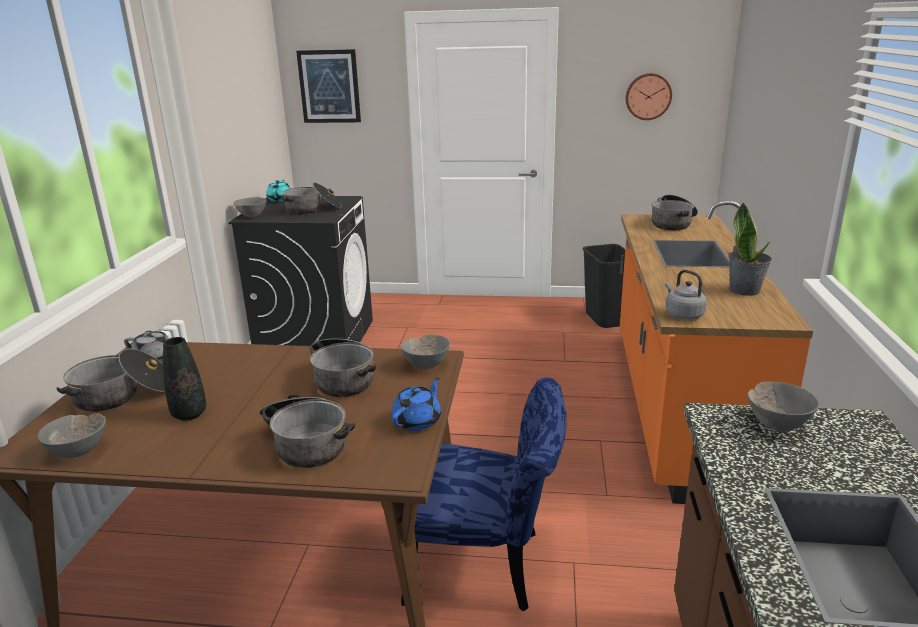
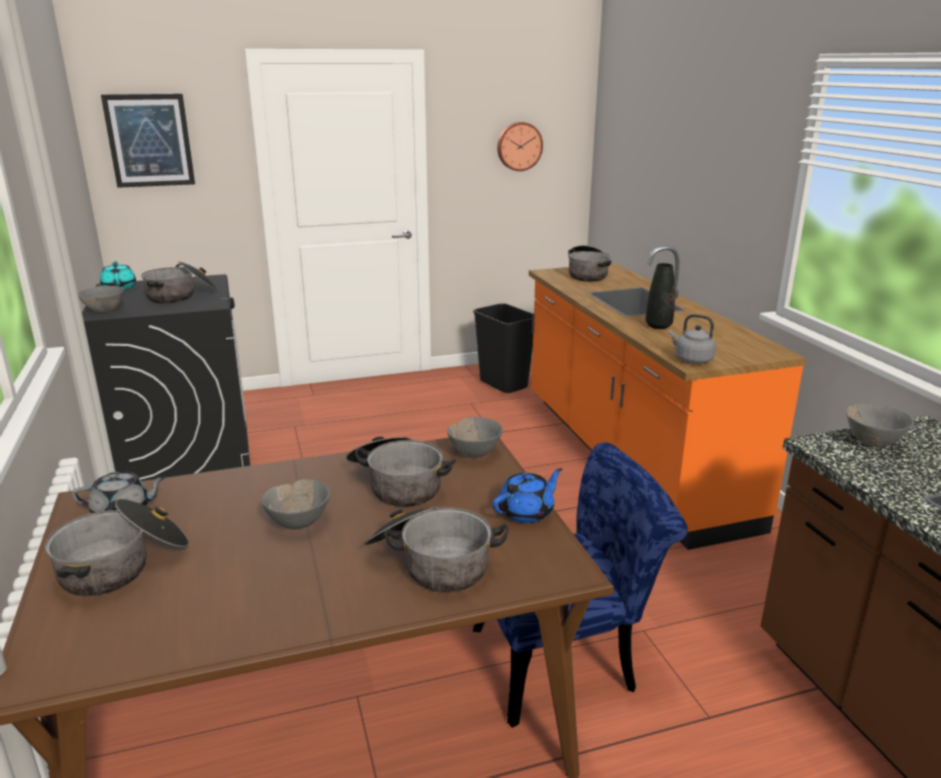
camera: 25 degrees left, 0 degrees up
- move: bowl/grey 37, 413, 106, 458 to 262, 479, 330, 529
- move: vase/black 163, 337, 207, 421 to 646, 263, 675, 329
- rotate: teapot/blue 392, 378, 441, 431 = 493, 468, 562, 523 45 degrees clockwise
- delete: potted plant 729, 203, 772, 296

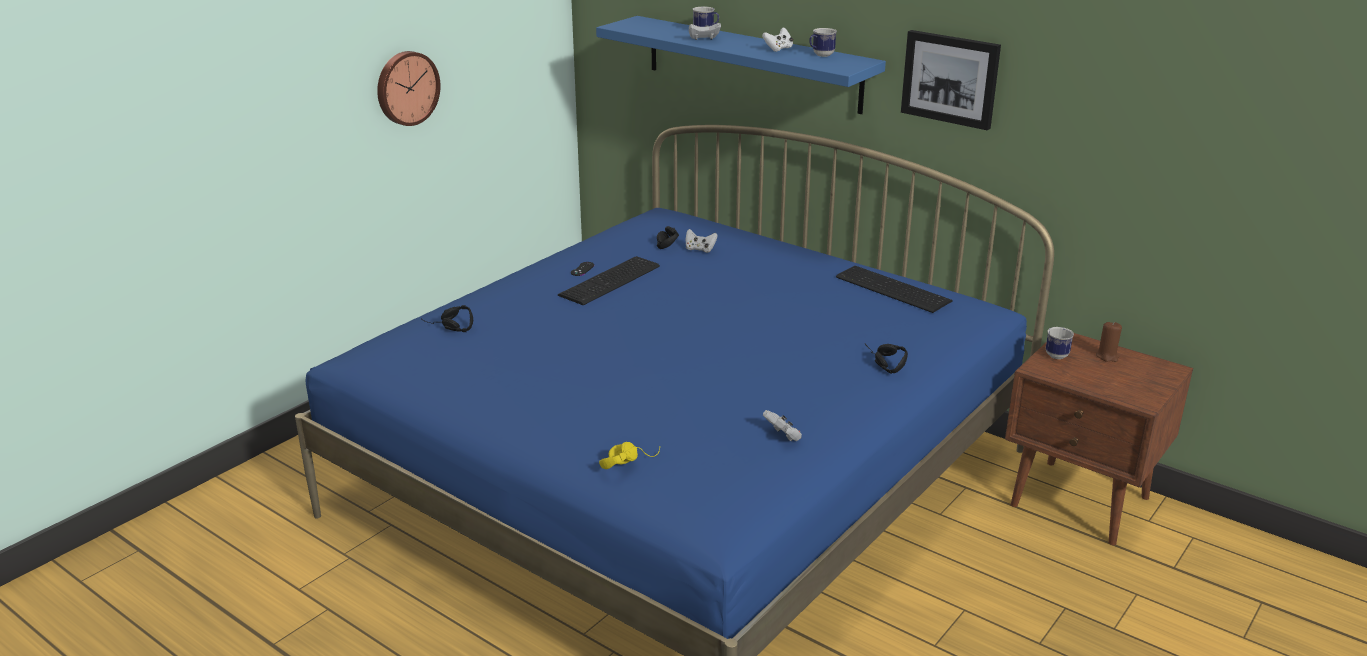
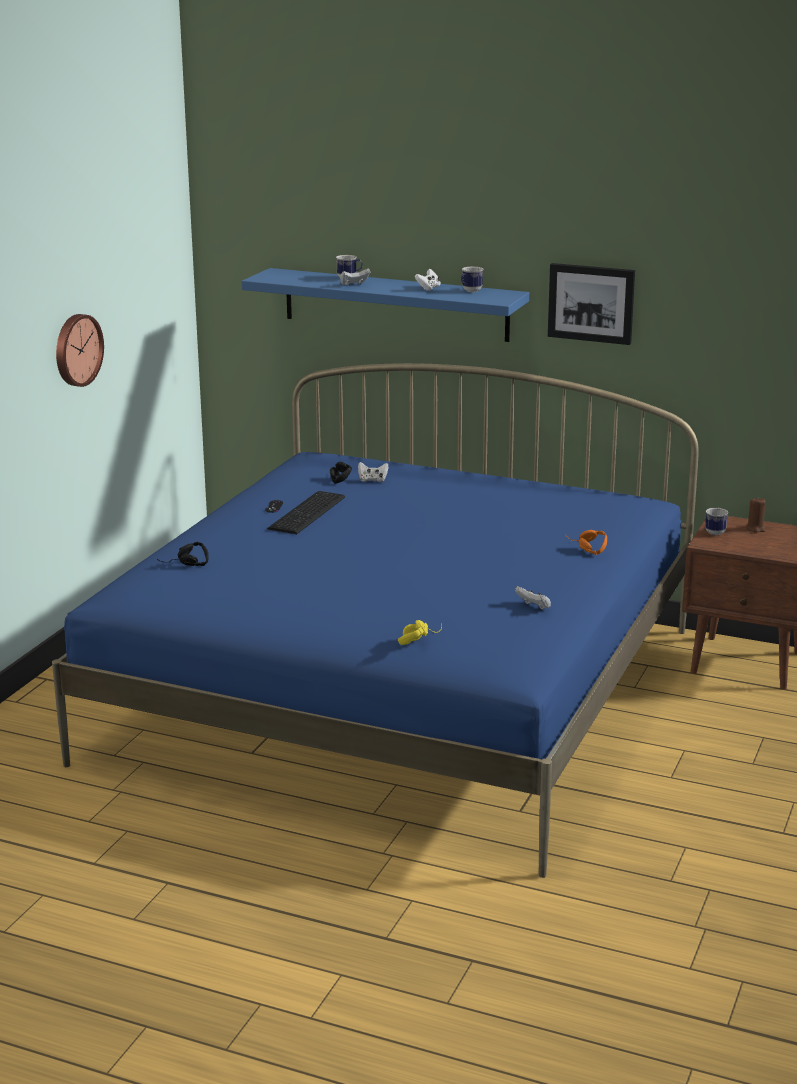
camera: 15 degrees left, 5 degrees down
- delete: keyboard 836, 266, 953, 313
- recolor: headphones/black 865, 344, 908, 374 to headphones/orange 565, 530, 607, 555

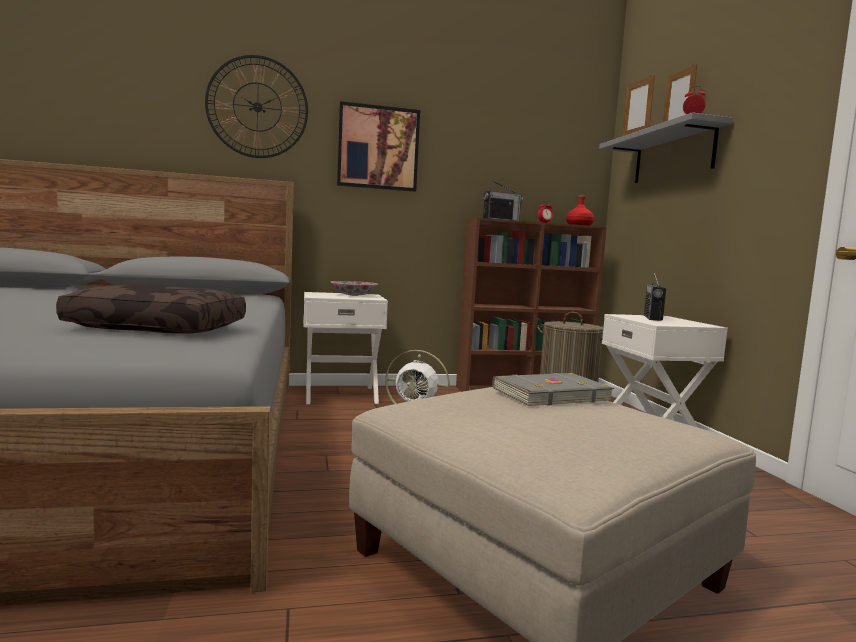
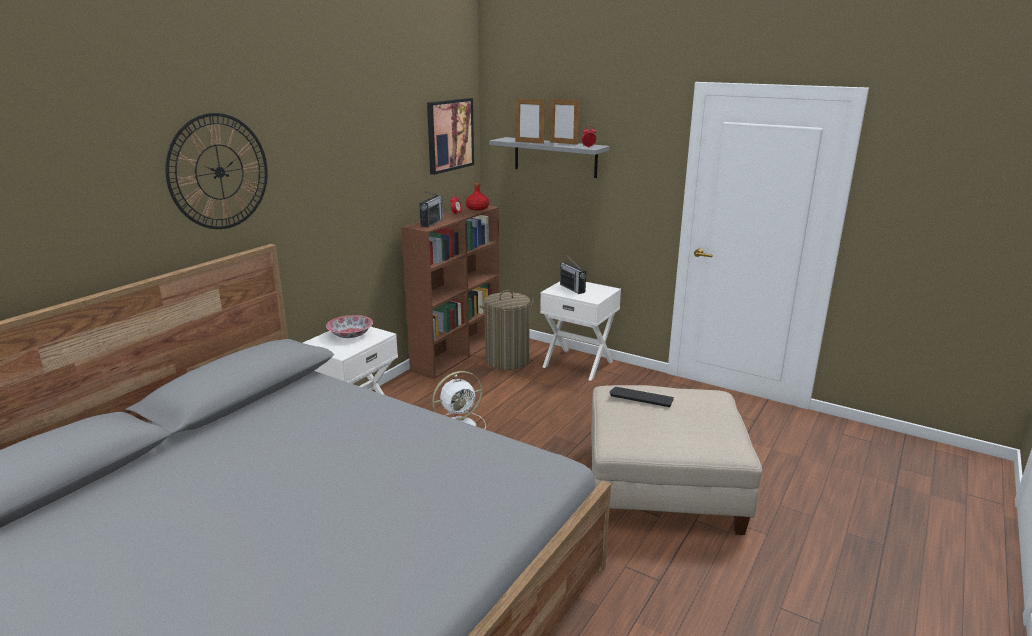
camera: 45 degrees left, 15 degrees up
- delete: pillow/brown 56, 284, 246, 334
- move: picture 337, 101, 420, 192 to 427, 98, 474, 175
- replace: book/grey 492, 373, 614, 406 to keyboard 610, 387, 674, 407

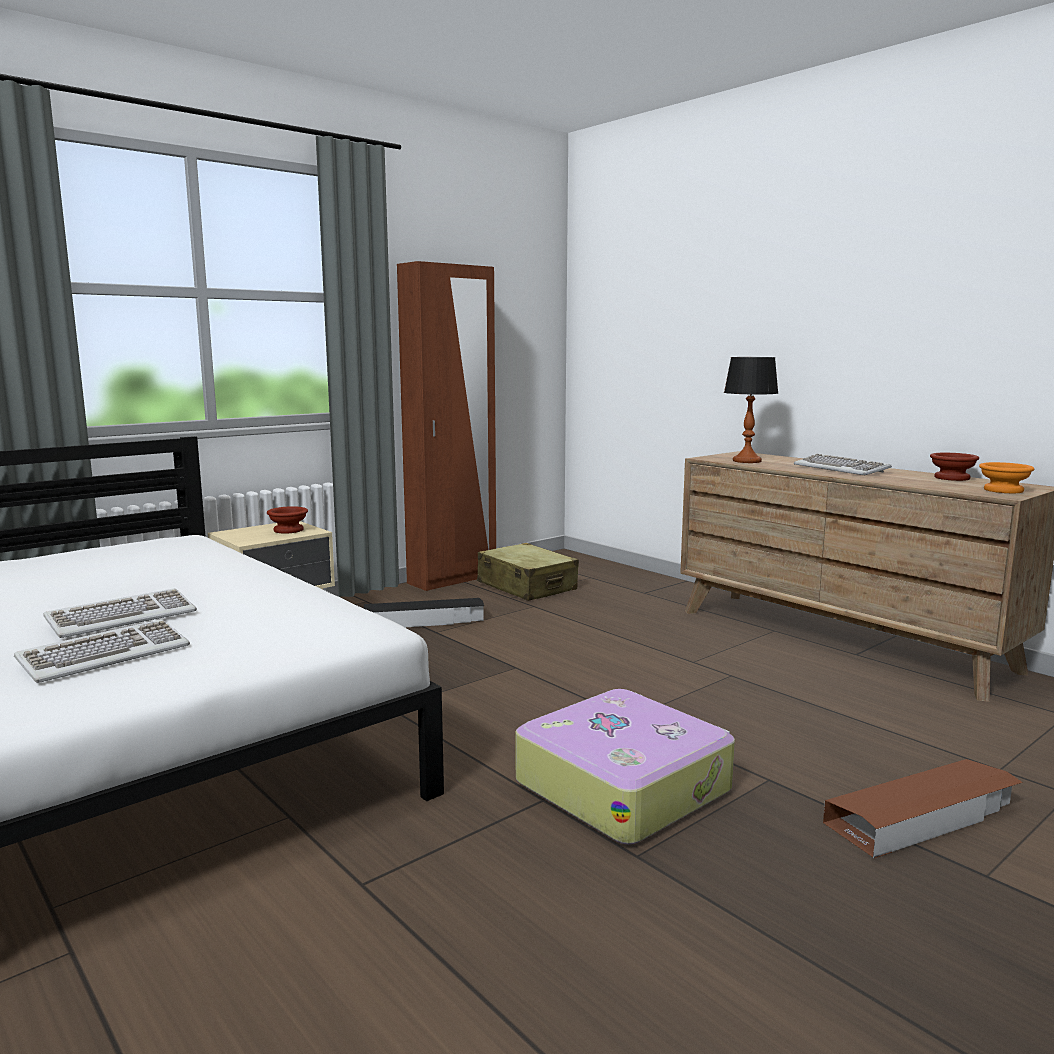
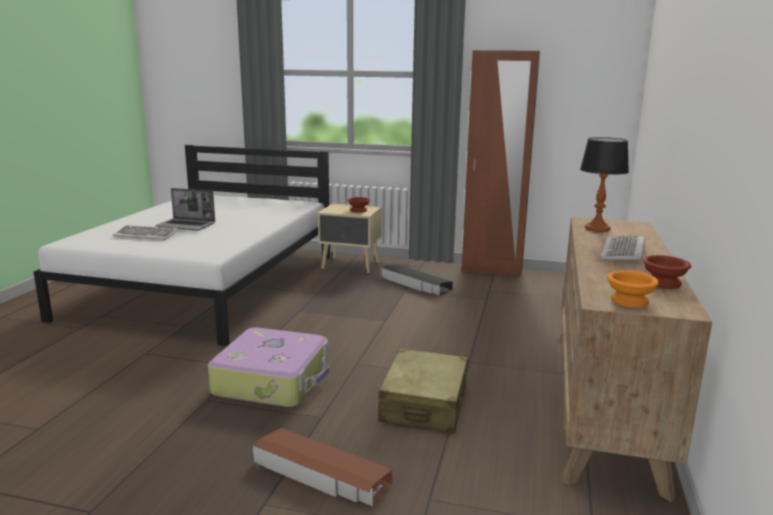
camera: 55 degrees right, 5 degrees up
- replace: keyboard 43, 588, 197, 638 to laptop 155, 188, 215, 231
- move: suitcase/beige 477, 543, 579, 601 to 379, 348, 468, 434

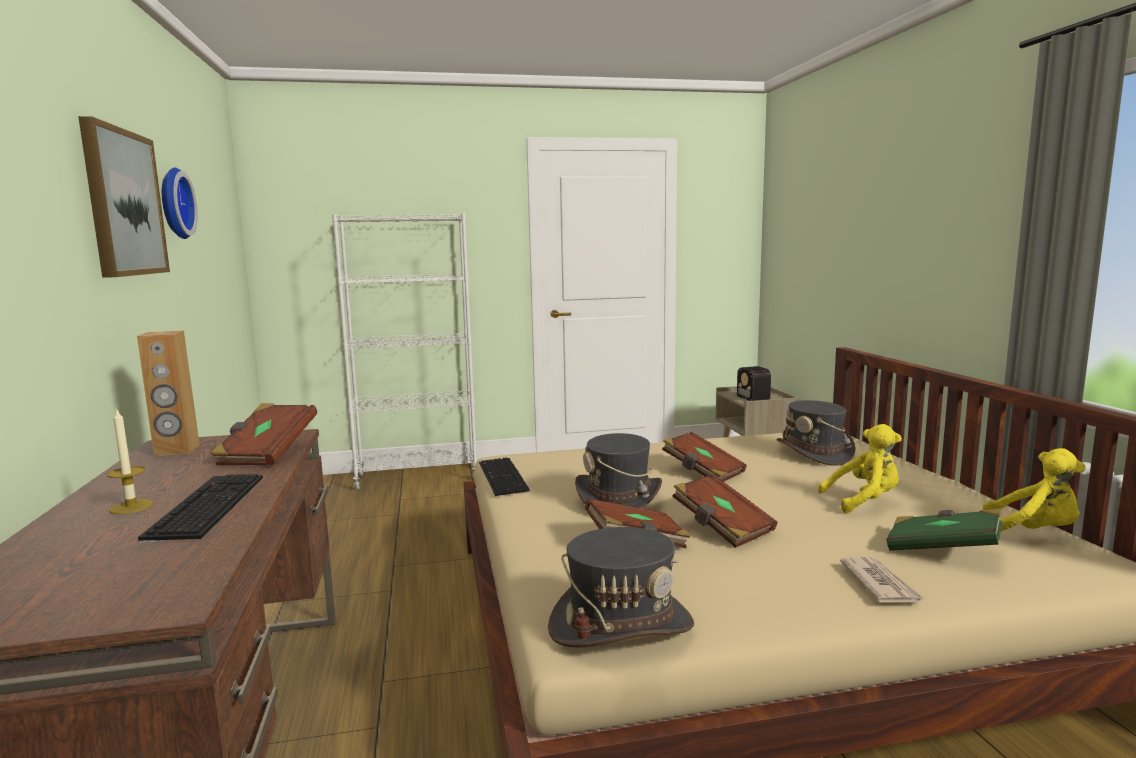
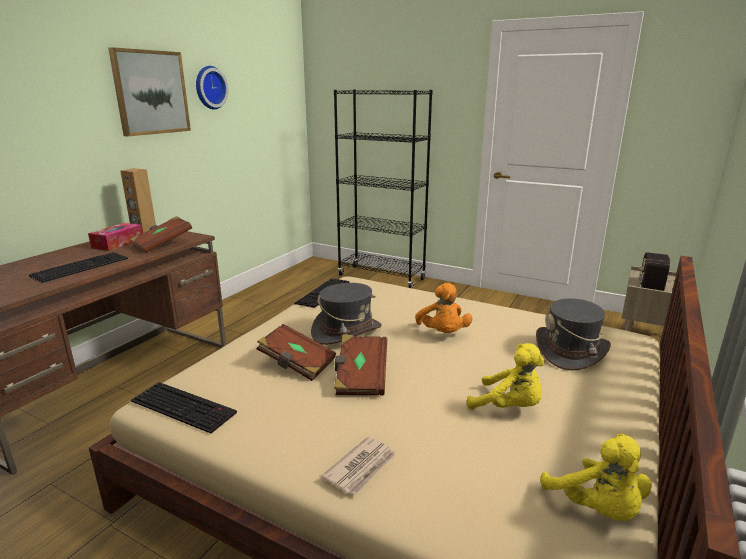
camera: 40 degrees right, 10 degrees up
- delete: candle 107, 408, 153, 514
- recolor: bookcase/white 332, 213, 477, 490 to bookcase/black 334, 90, 433, 288
- replace: hat/grey 548, 527, 694, 647 to keyboard 131, 382, 237, 434
- replace: book/brown 662, 432, 747, 482 to plush toy/orange 415, 283, 473, 333
- delete: book/green 886, 509, 1003, 551
- insert: tissue box 88, 223, 143, 251

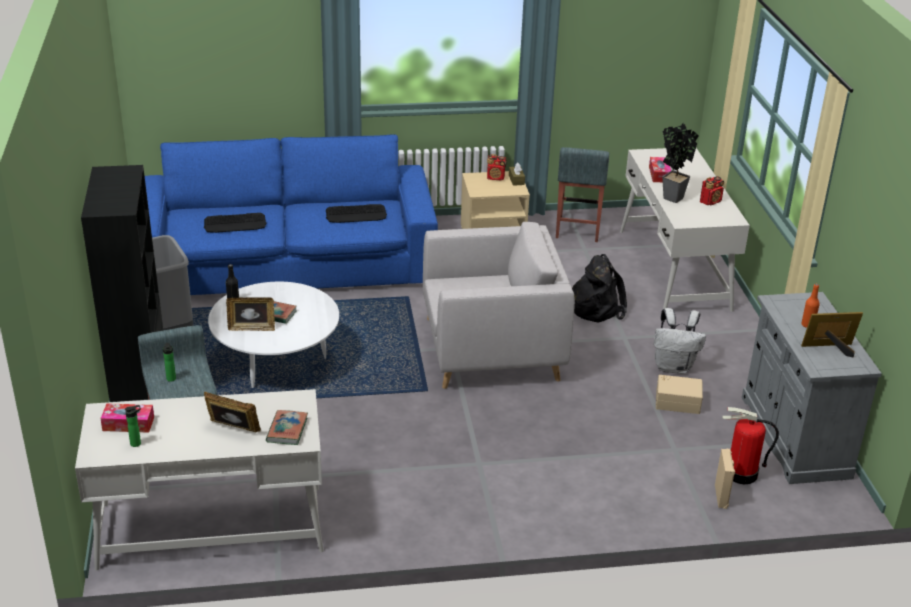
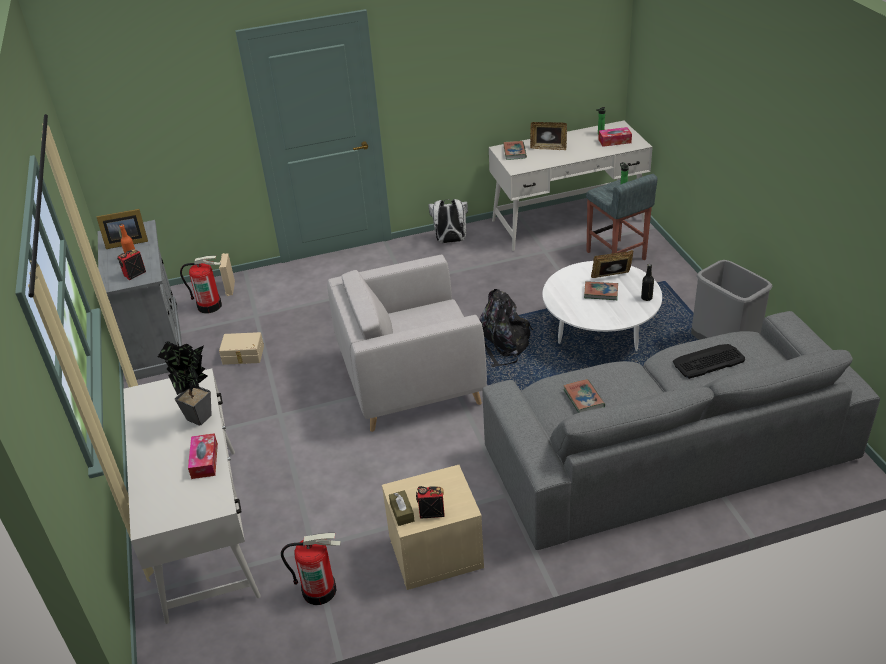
camera: 175 degrees right, 5 degrees up
- delete: bookcase/black 81, 165, 163, 402
- recolor: sofa/blue 145, 134, 438, 295 to sofa/grey 482, 311, 880, 550
- replace: keyboard 326, 204, 387, 223 to book 563, 379, 605, 413
- replace: stool/grey 556, 147, 609, 242 to fire extinguisher 281, 533, 341, 605
- move: backpack/black 572, 254, 627, 322 to 479, 289, 533, 367
- move: backpack/white 654, 308, 706, 374 to 428, 199, 468, 243
- move: radio 700, 176, 724, 205 to 117, 249, 146, 280

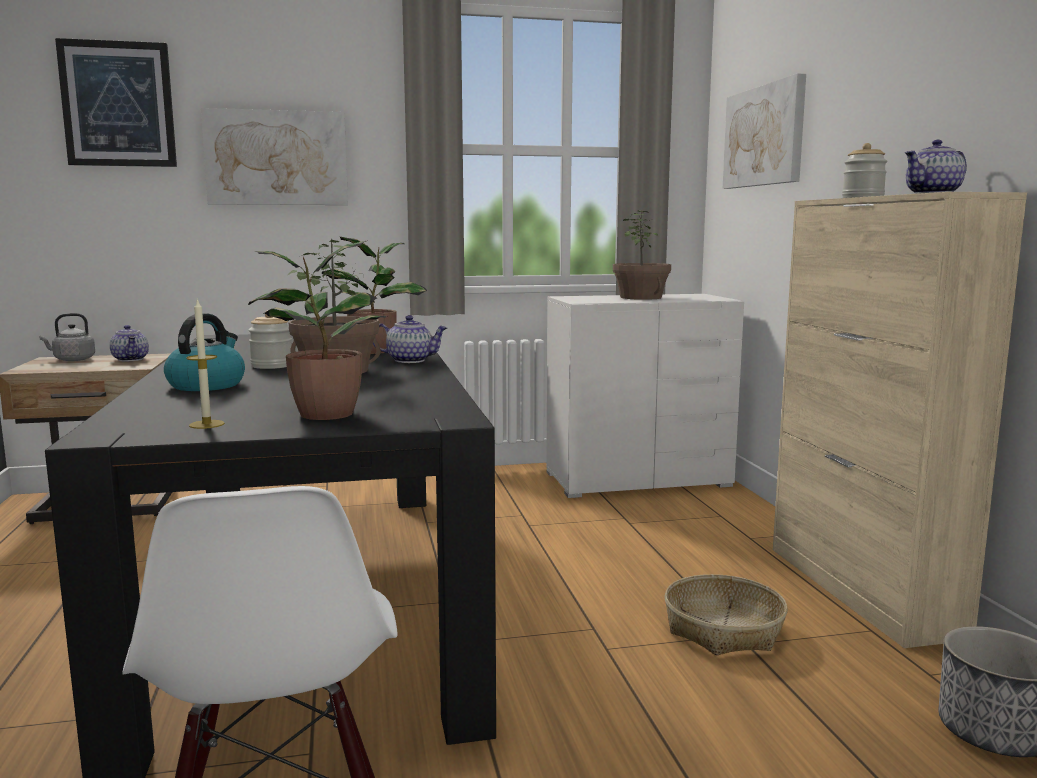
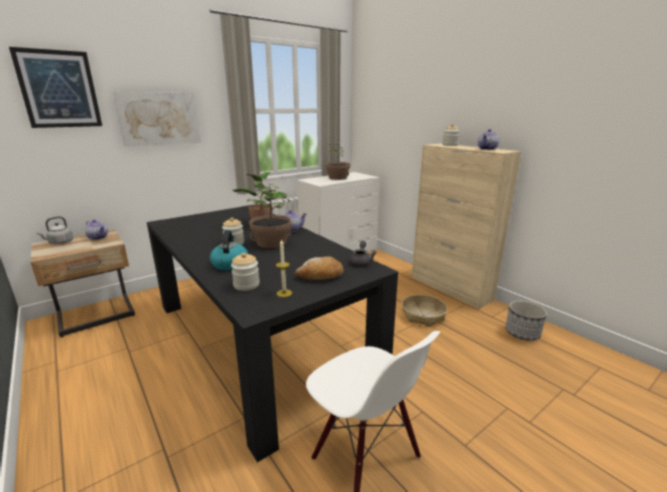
camera: 25 degrees left, 10 degrees up
- replace: potted plant 248, 241, 386, 420 to bread 295, 256, 344, 280
- delete: picture 723, 74, 806, 189
- insert: jar 231, 253, 260, 291
- insert: teapot/grey 349, 241, 377, 267

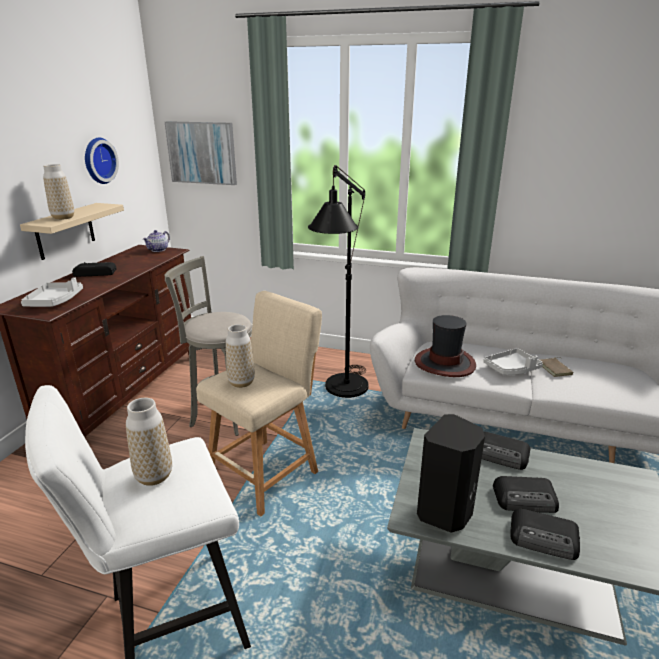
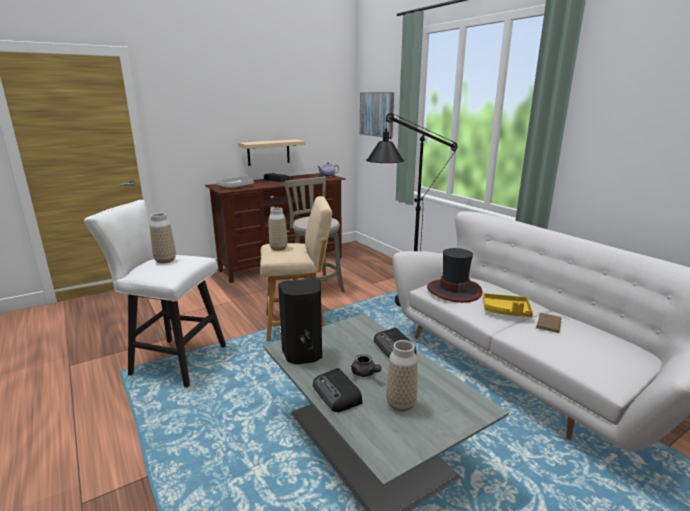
camera: 40 degrees right, 5 degrees down
- move: vase 43, 164, 74, 220 to 386, 340, 418, 412
- delete: wall clock 85, 138, 119, 184
- recolor: tray/grey 483, 348, 543, 375 to tray/yellow 483, 293, 533, 317
- replace: radio 493, 476, 559, 513 to teapot/grey 351, 354, 382, 377

